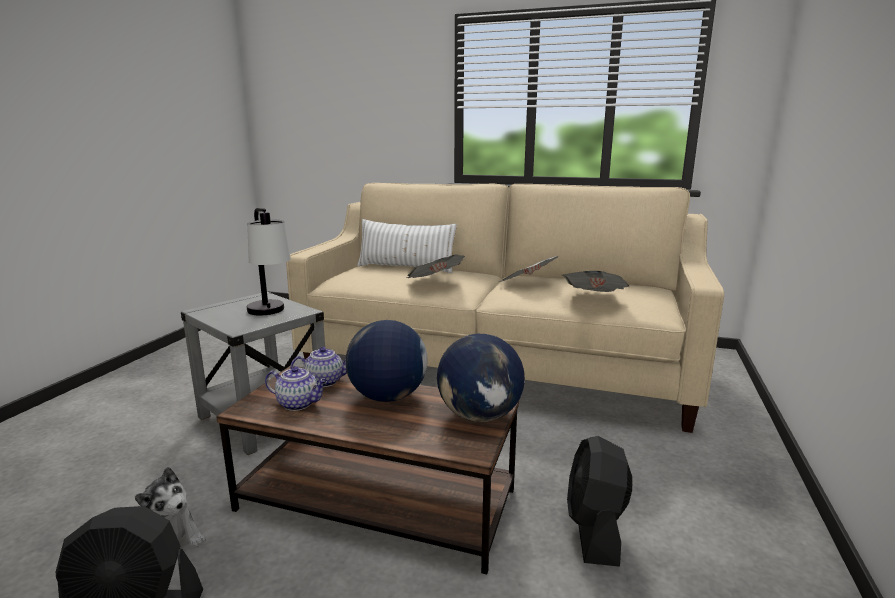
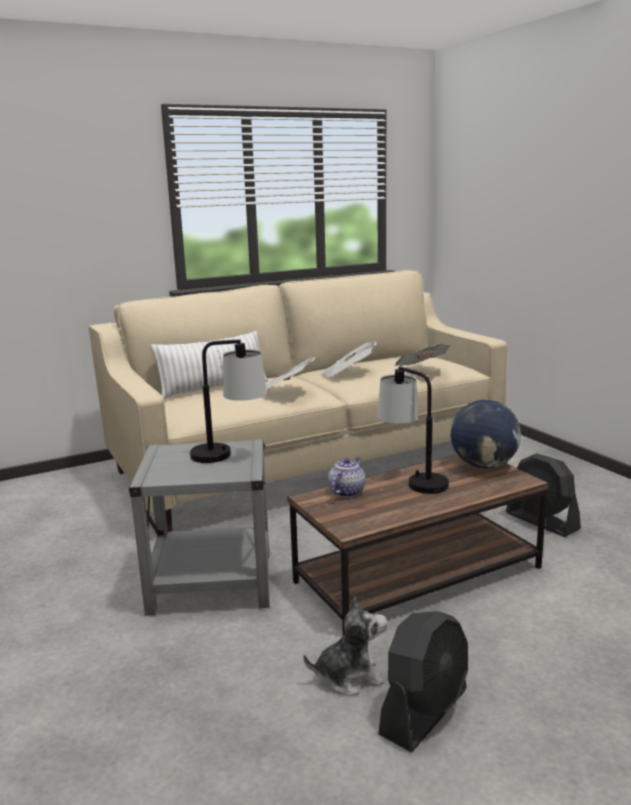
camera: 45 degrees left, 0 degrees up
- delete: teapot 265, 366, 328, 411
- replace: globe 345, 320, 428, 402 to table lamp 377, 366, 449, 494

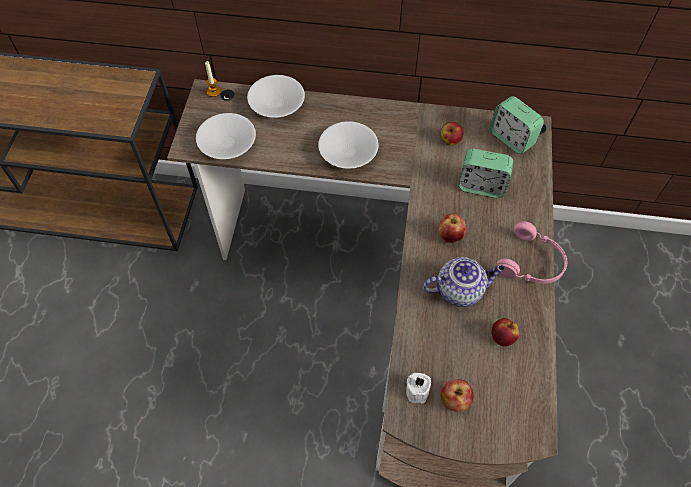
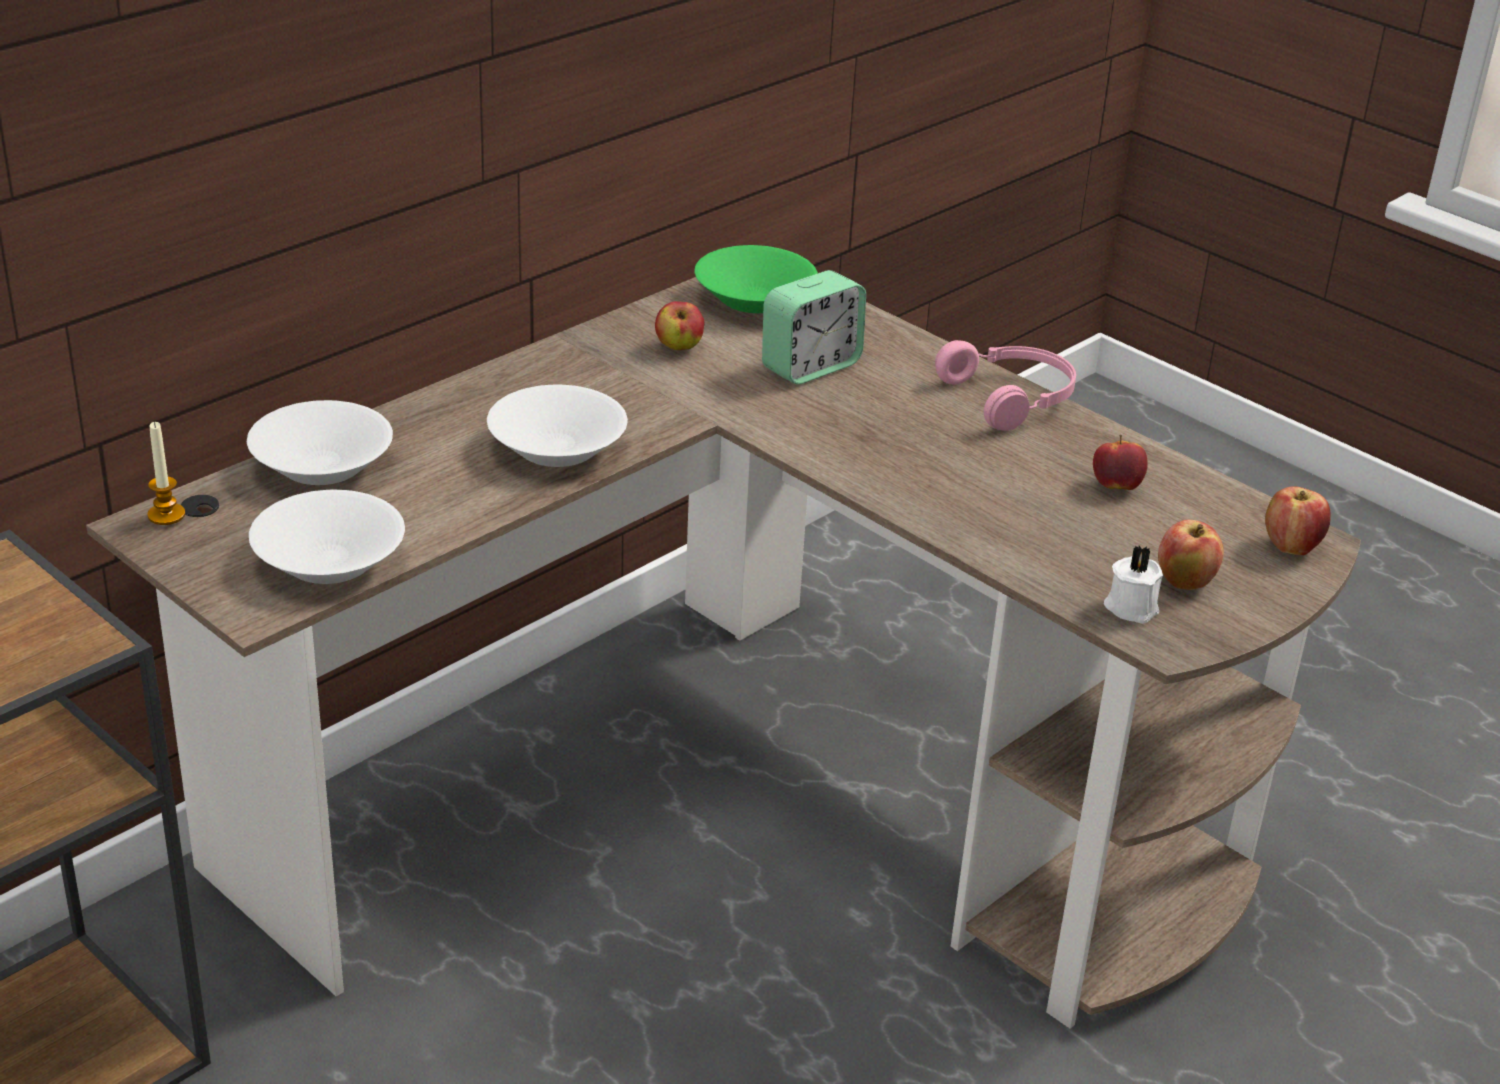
camera: 55 degrees left, 25 degrees down
- delete: teapot 423, 257, 505, 307
- move: apple 438, 213, 466, 243 to 1265, 487, 1331, 555
- replace: alarm clock 490, 96, 544, 154 to bowl/green 694, 245, 818, 313

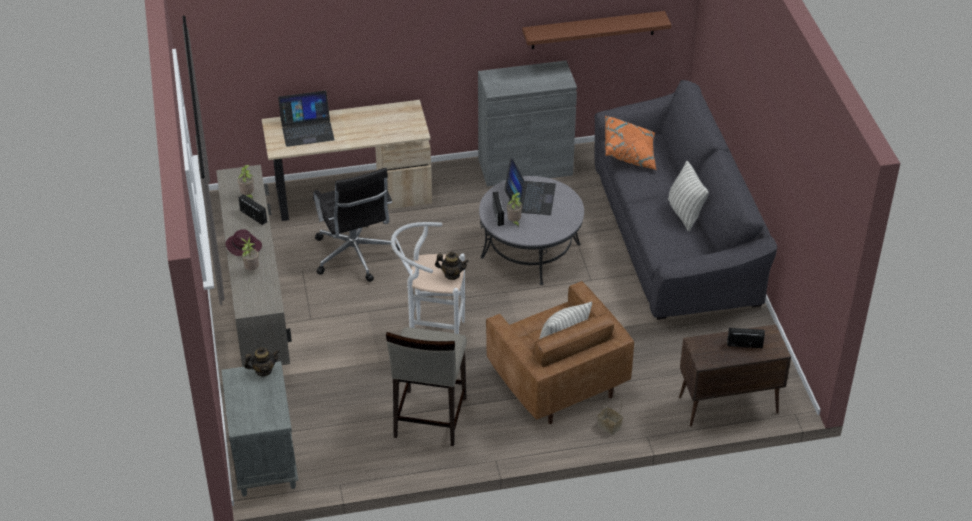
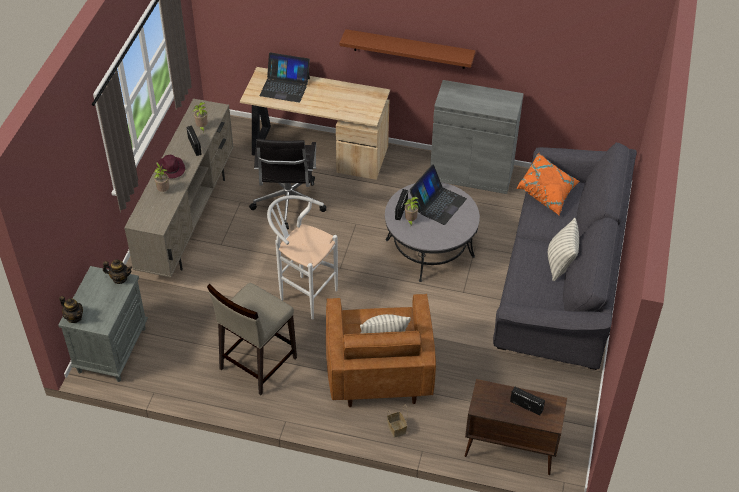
camera: 25 degrees right, 5 degrees up
- move: teapot 435, 251, 469, 280 to 59, 296, 83, 323
- move: shelf/brown 522, 11, 671, 49 to 340, 29, 475, 69

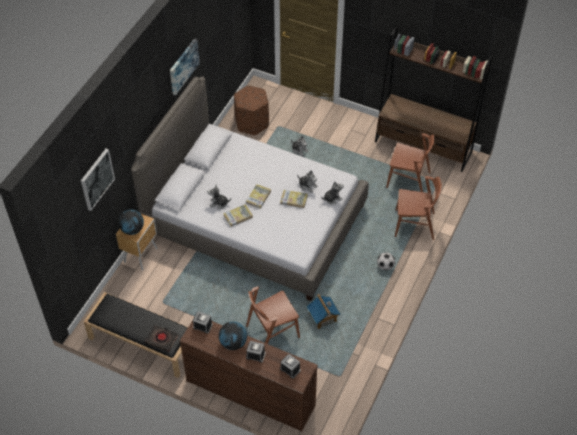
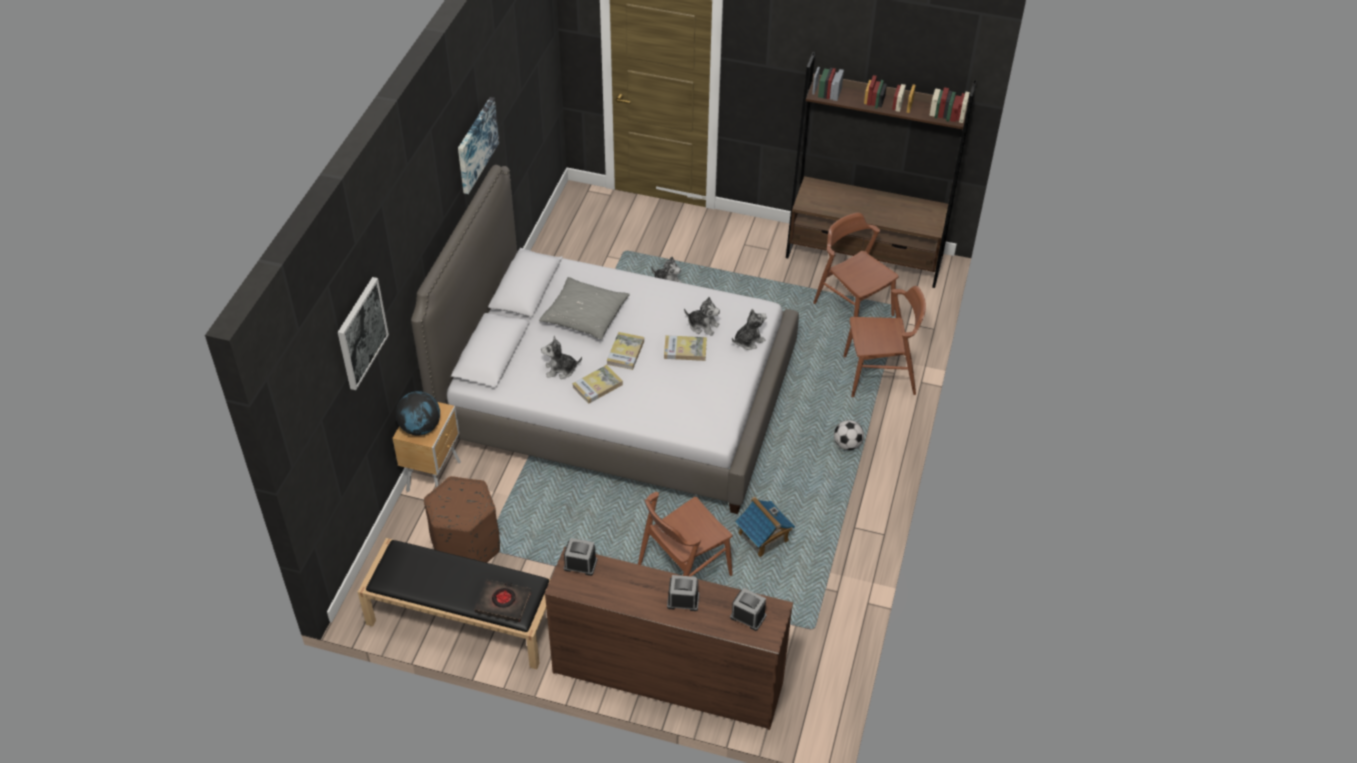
camera: 10 degrees left, 5 degrees down
- delete: globe 219, 321, 247, 350
- move: ottoman/brown 234, 85, 269, 135 to 424, 476, 500, 563
- rotate: chair/brown 386, 133, 435, 192 = 813, 213, 898, 317 135 degrees counterclockwise
- insert: pillow/grey 539, 277, 630, 339

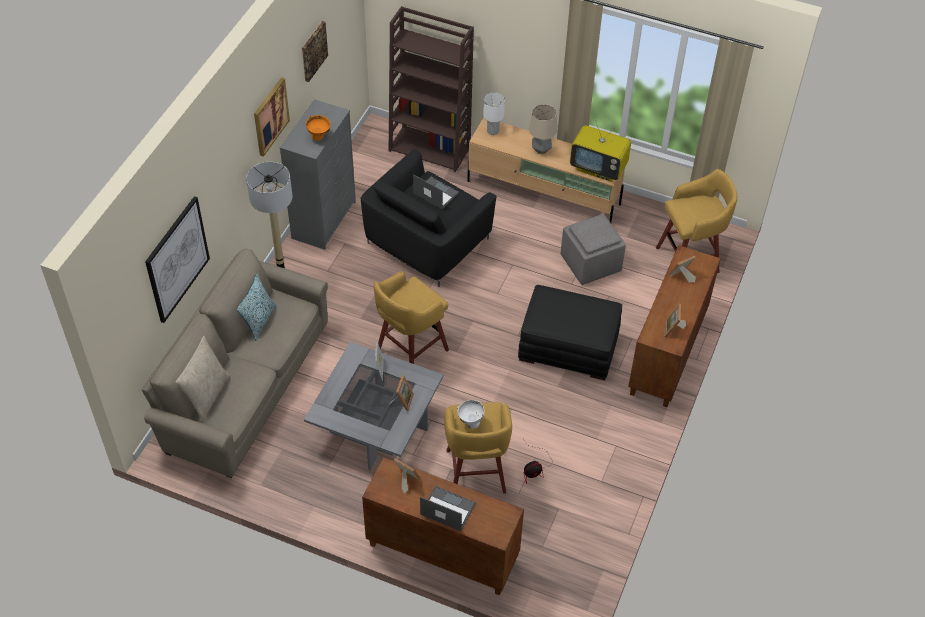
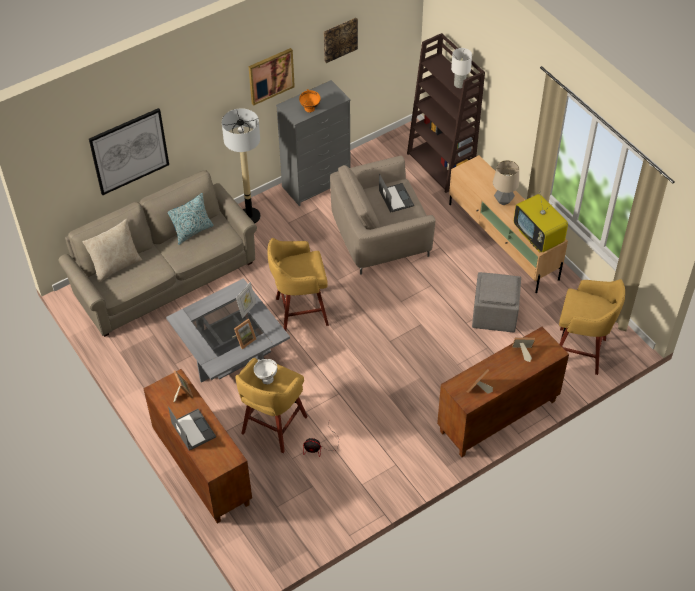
camera: 35 degrees right, 0 degrees up
- recolor: armchair/black 361, 149, 496, 287 to armchair/beige 330, 155, 435, 275
- move: table lamp/white 483, 93, 505, 135 to 451, 48, 472, 88
- delete: ottoman/black 518, 285, 622, 380

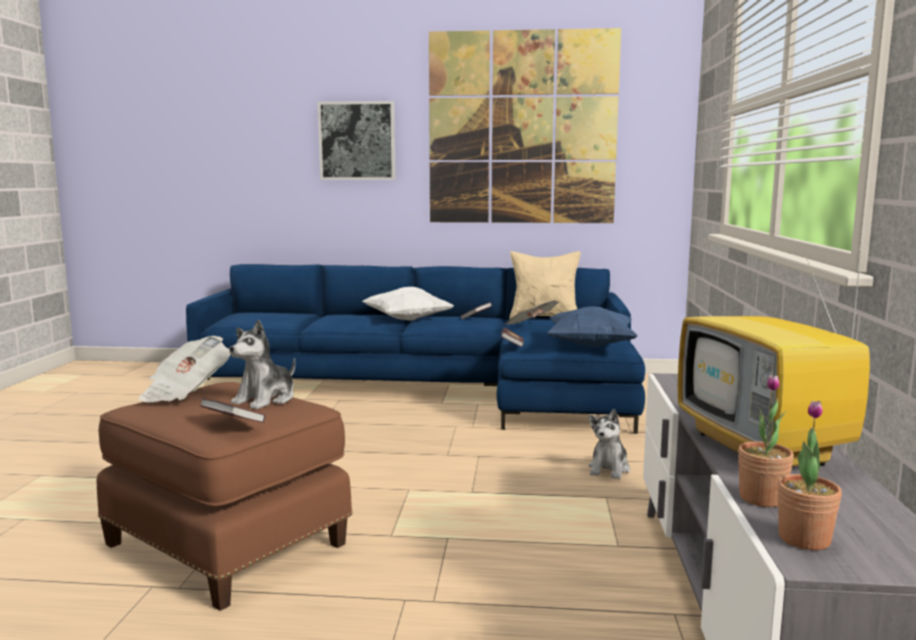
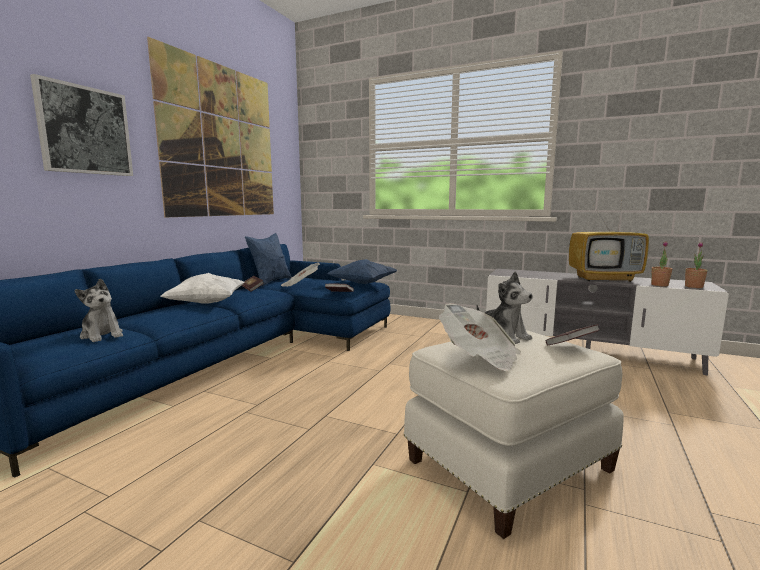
camera: 70 degrees left, 0 degrees up
- recolor: ottoman/brown 97, 382, 353, 611 to ottoman/white 404, 329, 624, 539
- recolor: pillow/beige 510, 251, 581, 319 to pillow/blue 245, 233, 292, 287
- move: plush toy 589, 409, 630, 479 to 75, 279, 123, 342

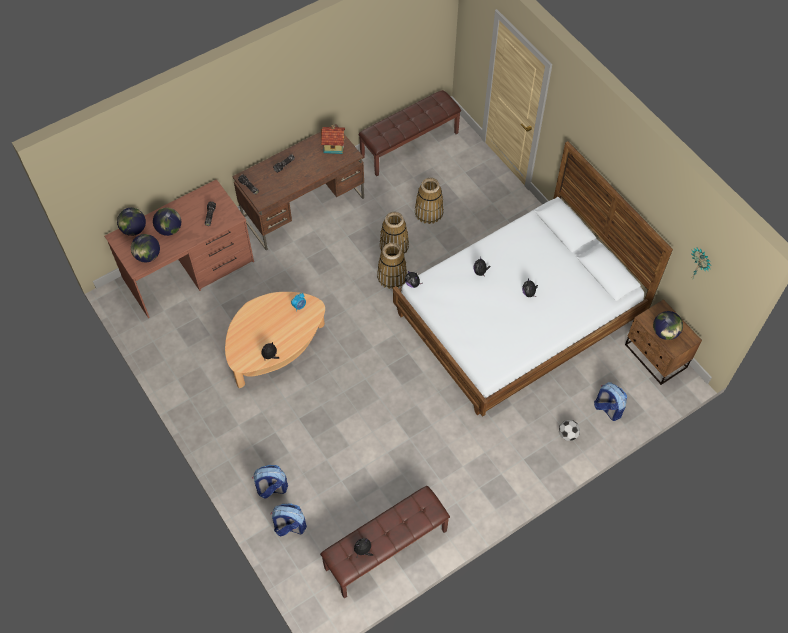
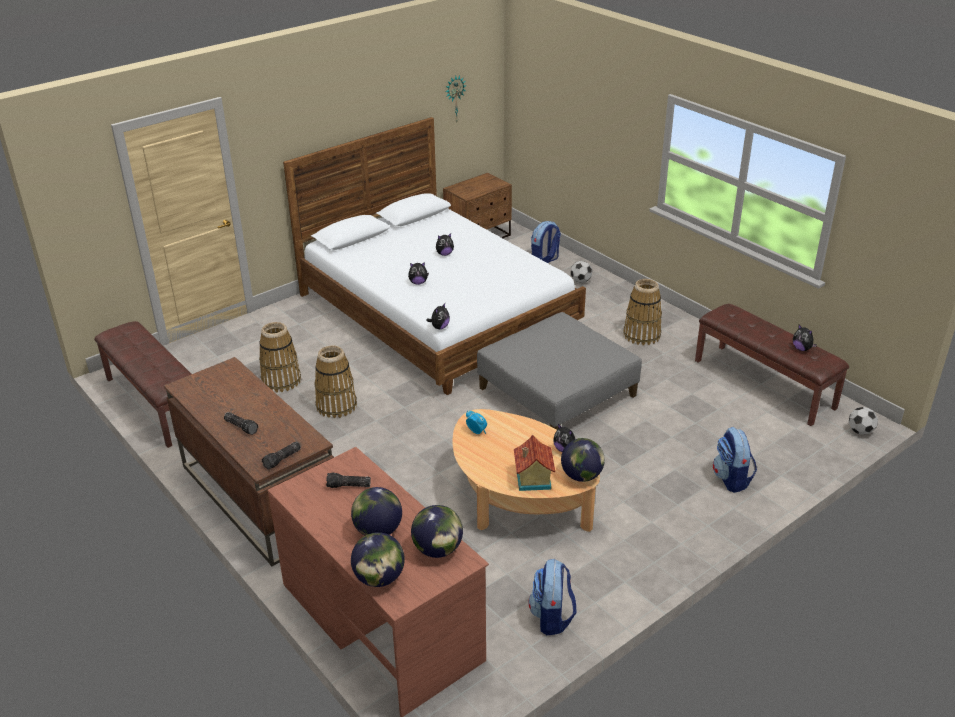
camera: 95 degrees left, 25 degrees down
- move: backpack 271, 503, 307, 536 to 529, 559, 577, 635
- move: toy house 321, 125, 345, 154 to 514, 435, 555, 491
- move: basket 377, 243, 407, 289 to 623, 279, 662, 346
- move: globe 653, 311, 683, 340 to 561, 438, 605, 482
- insert: ottoman/grey 477, 312, 642, 430
- insert: football 849, 407, 878, 435

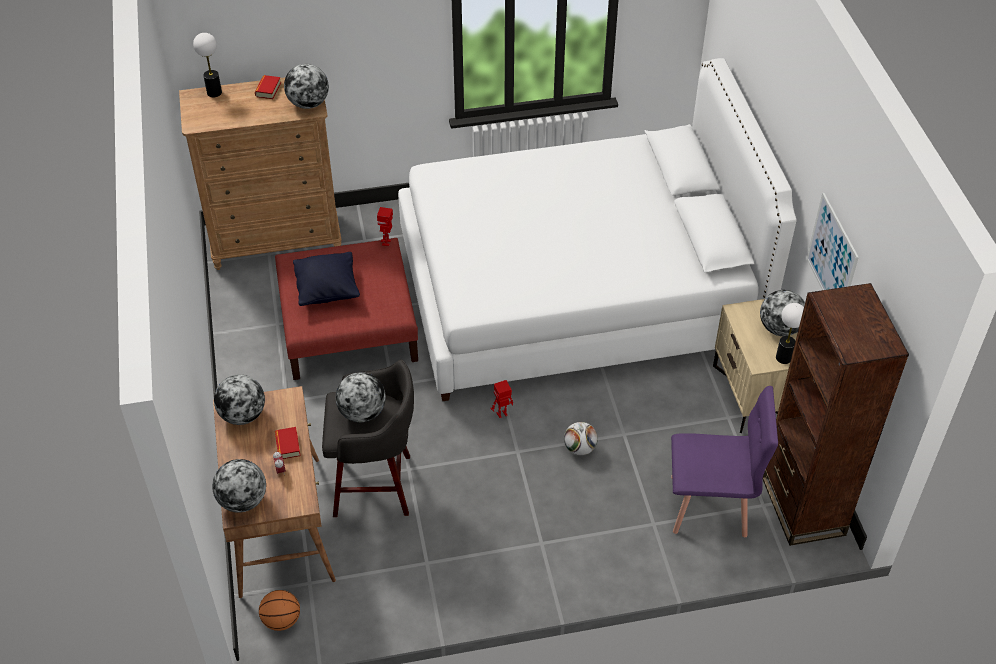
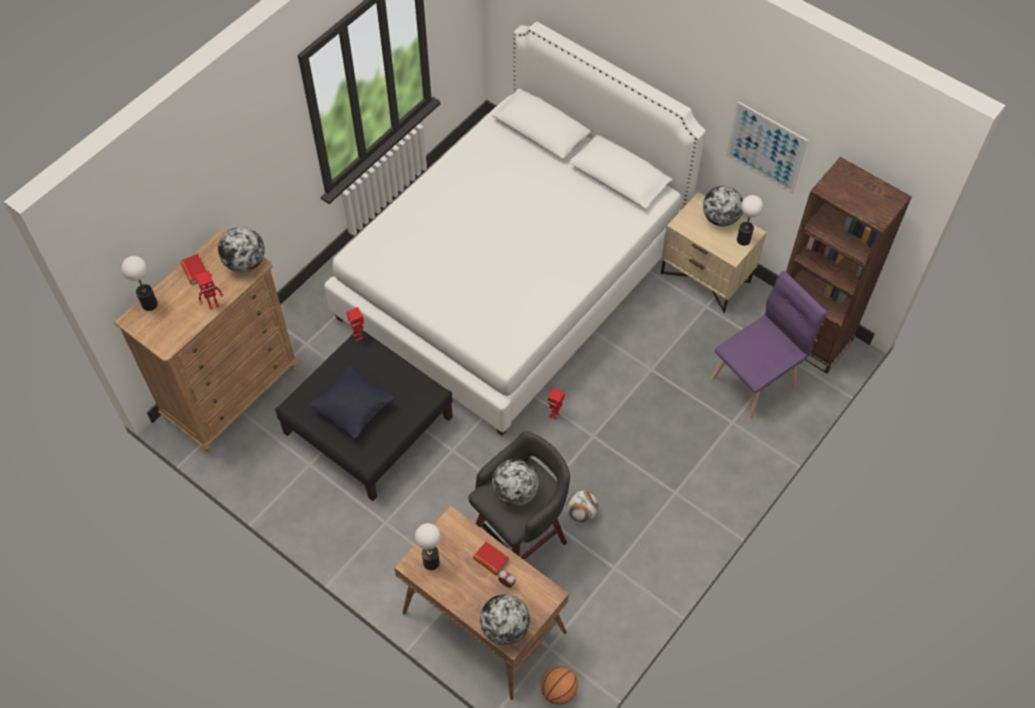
camera: 40 degrees left, 10 degrees up
- replace: globe 214, 374, 265, 425 to table lamp 415, 523, 441, 570
- recolor: ottoman/red 275, 238, 418, 380 to ottoman/black 275, 329, 453, 501
- move: football 564, 422, 598, 456 to 566, 490, 598, 523
- insert: toy robot 195, 271, 224, 310

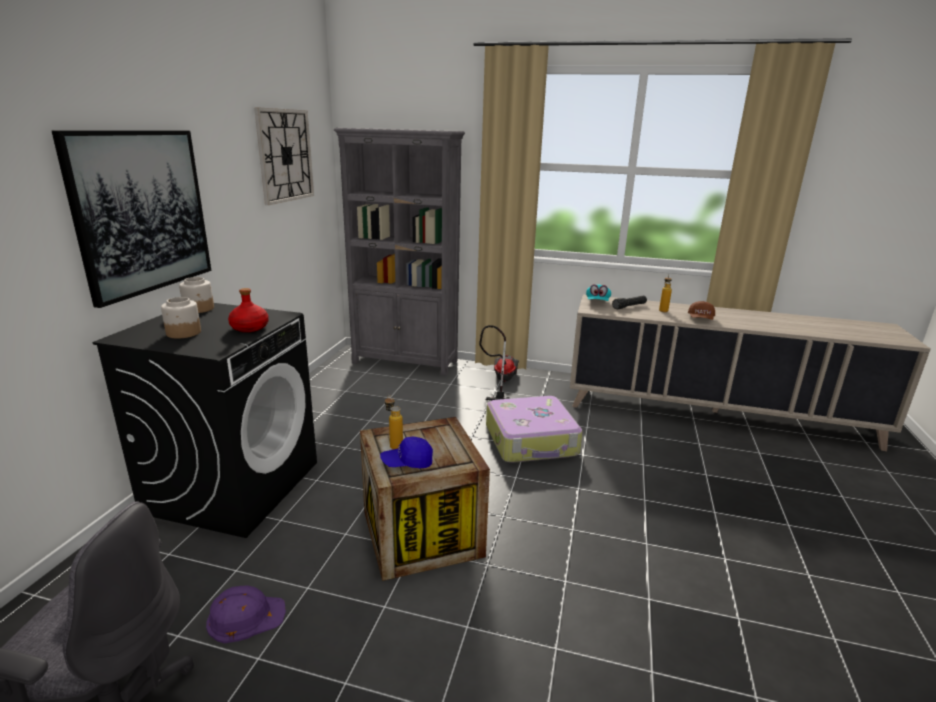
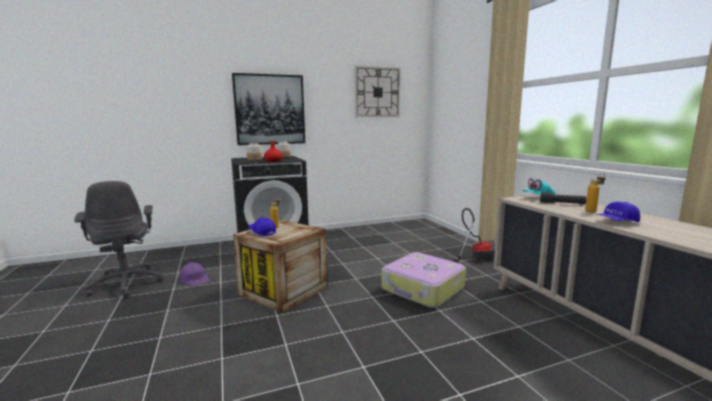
camera: 55 degrees right, 10 degrees down
- delete: bookcase/grey 334, 128, 465, 376
- recolor: cap/brown 688, 301, 715, 320 to cap/blue 597, 202, 640, 222

